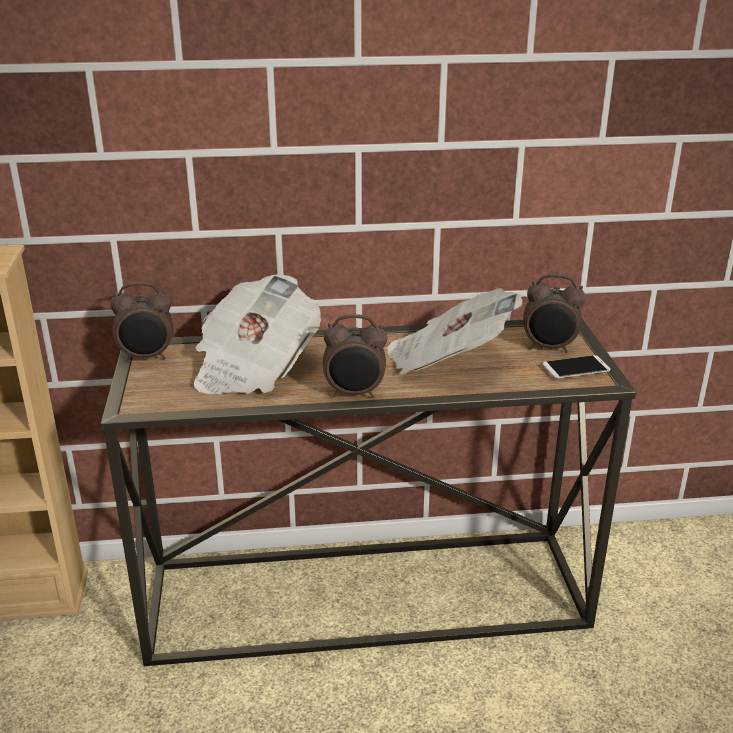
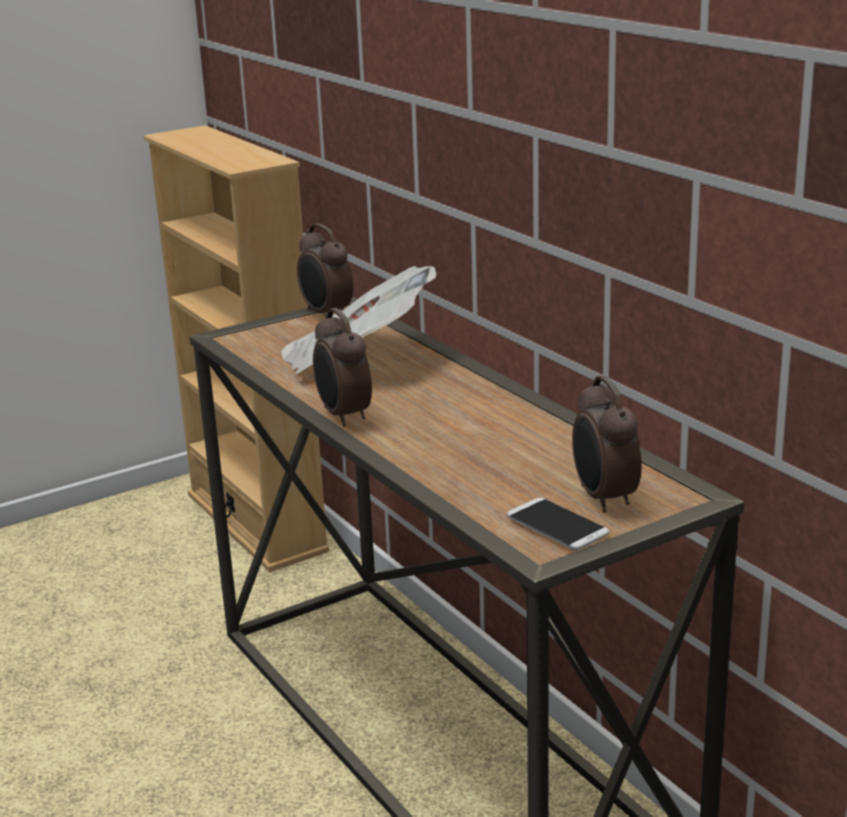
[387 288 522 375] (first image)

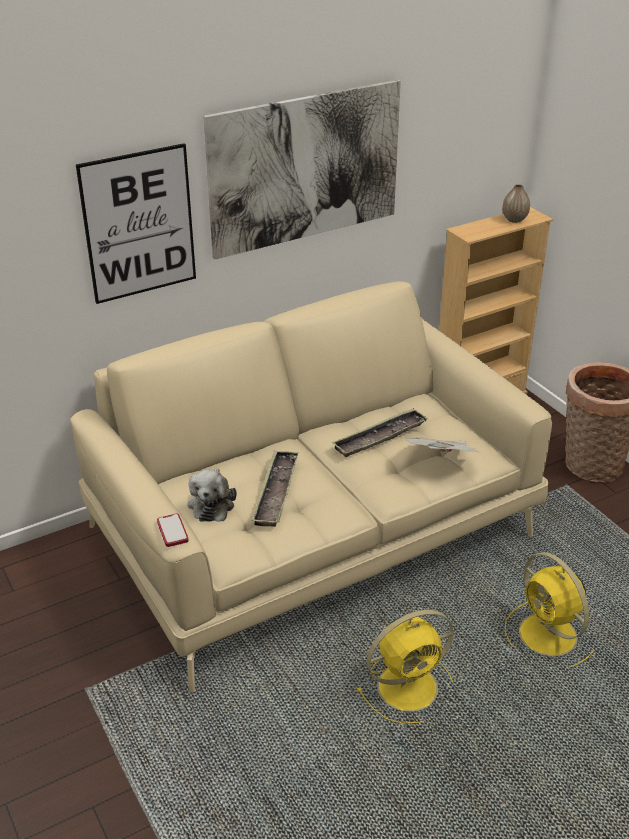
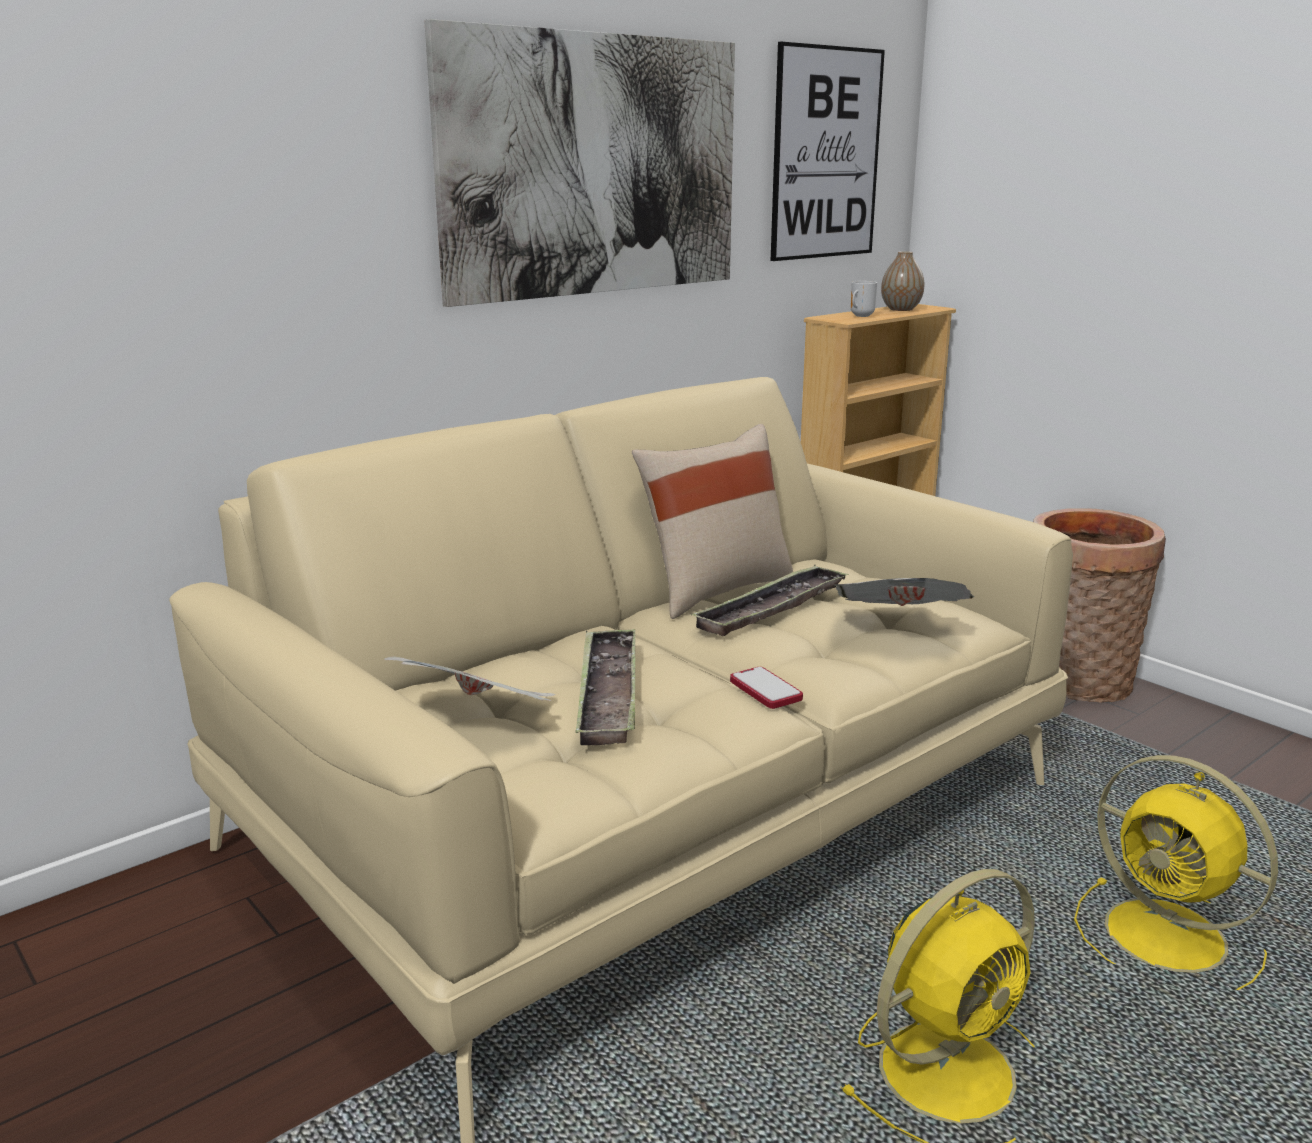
[771 42 885 261]
[730 667 803 709]
[384 656 556 701]
[632 424 793 619]
[851 281 877 317]

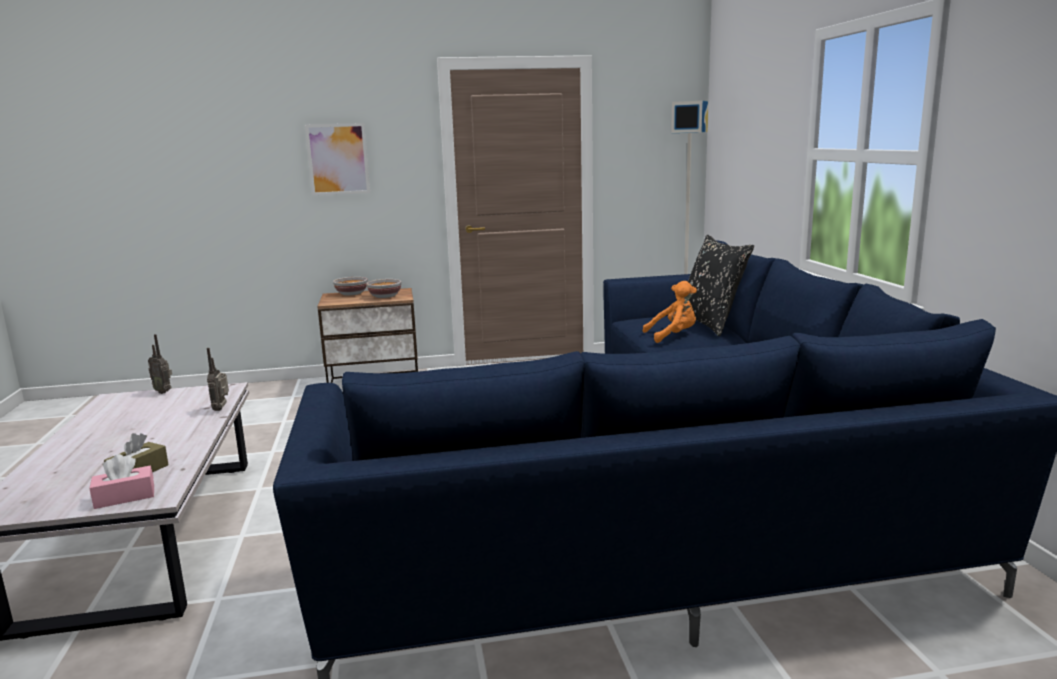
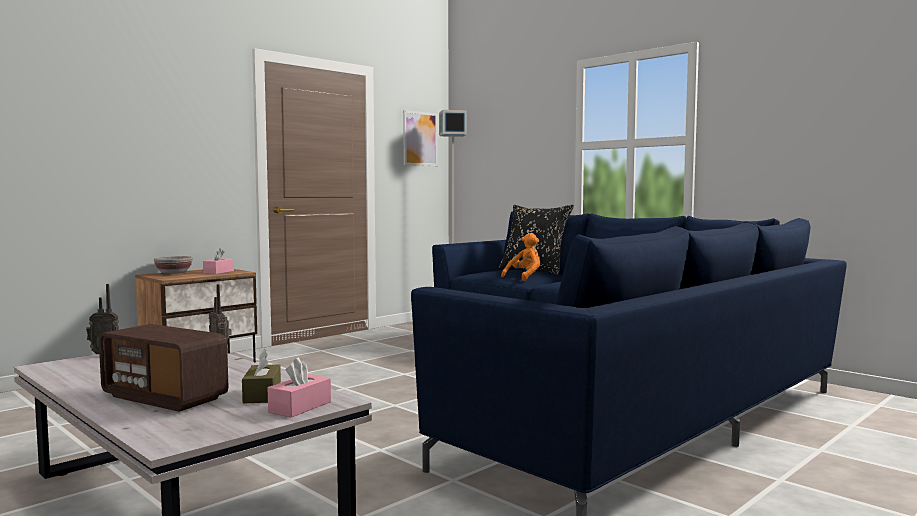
[403 110 438 166]
[203 248 234 274]
[99 324 228 412]

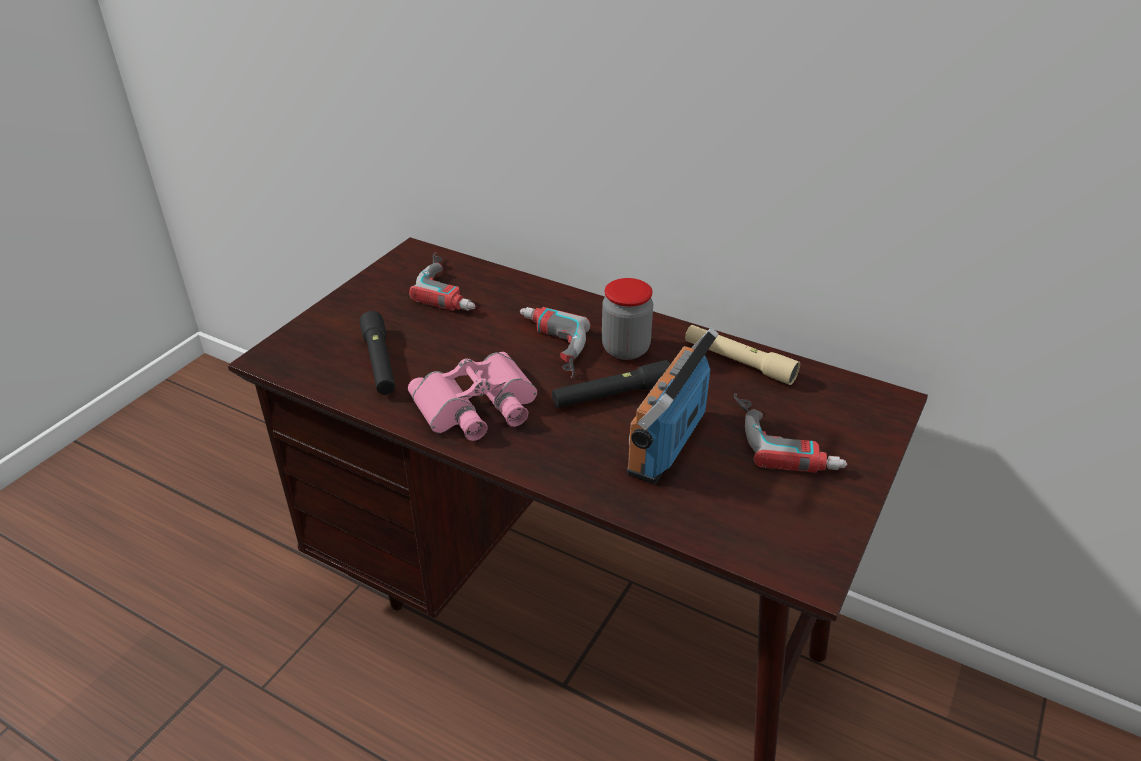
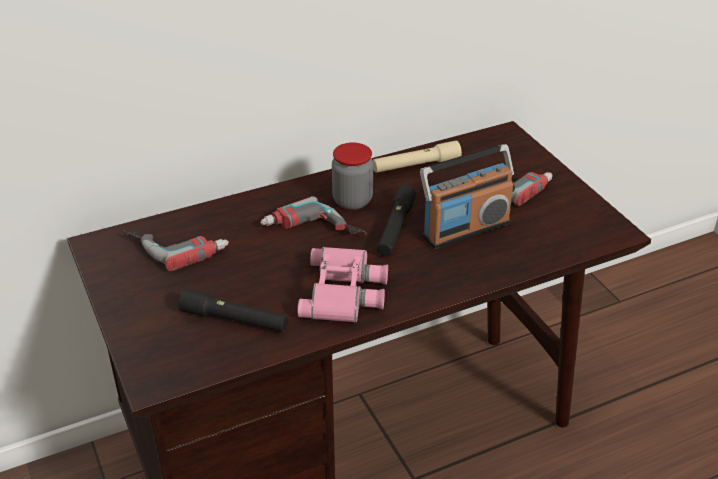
[420 144 515 249]

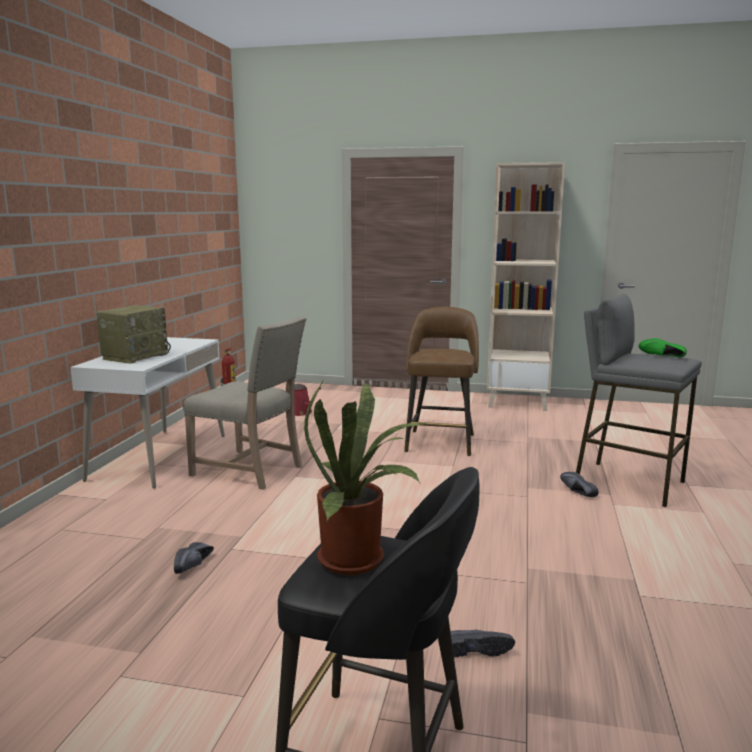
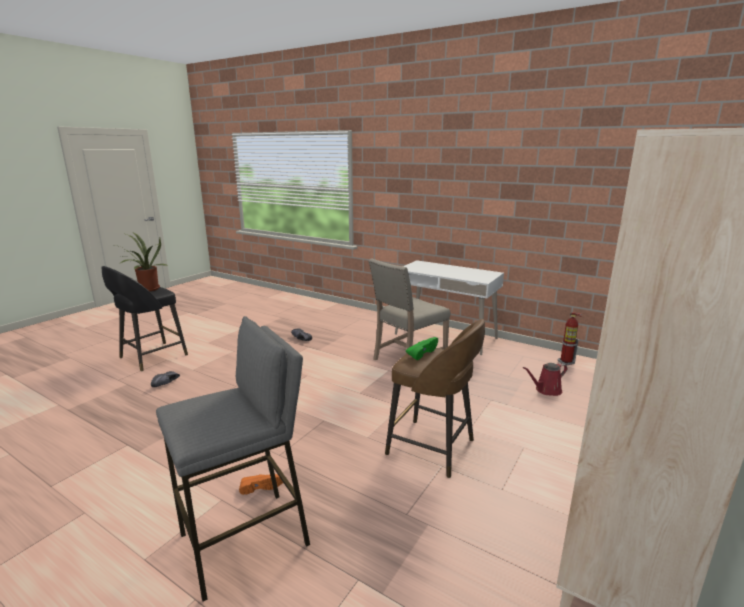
[97 305 171 364] (first image)
[239 474 283 495]
[406 337 438 360]

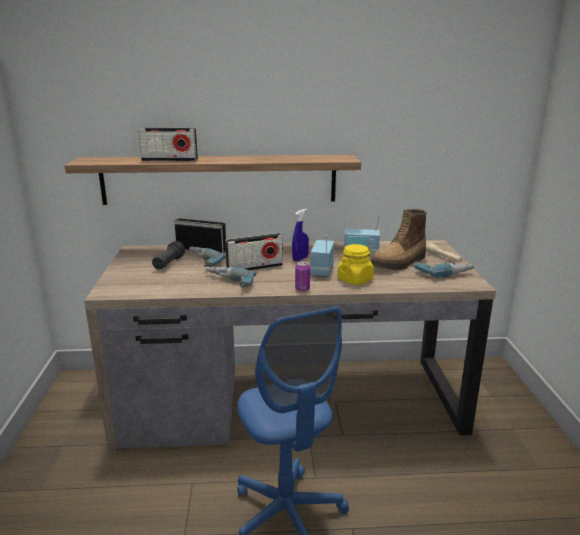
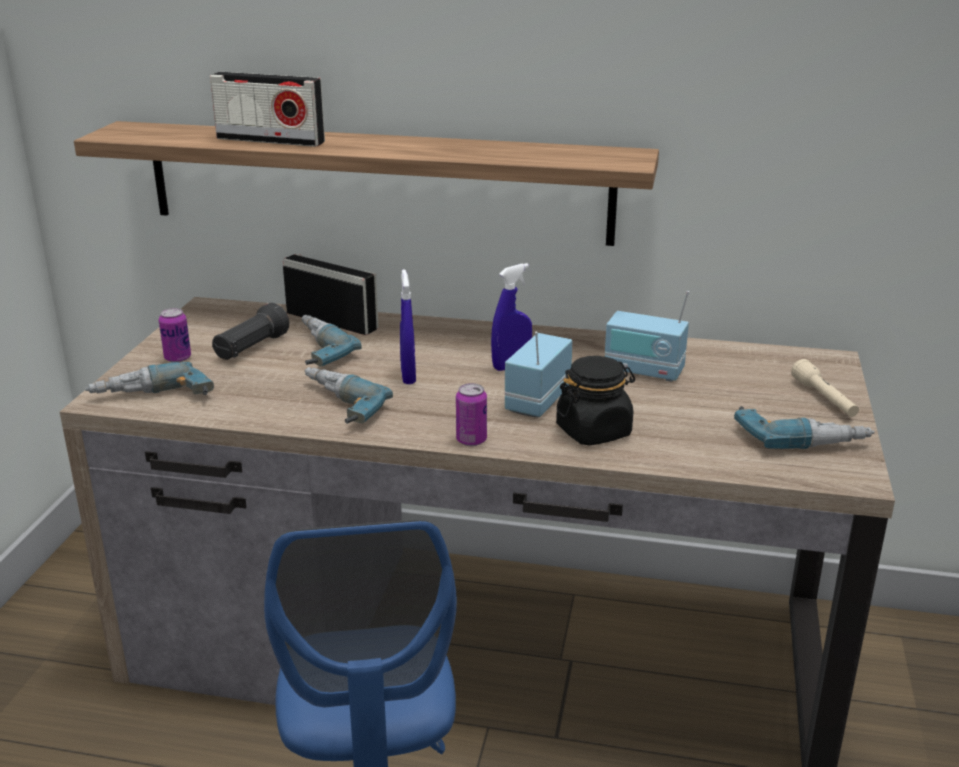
[400 269 416 384]
[556 356 635 445]
[371 209 427 270] (first image)
[85 362 214 395]
[159 308 191 362]

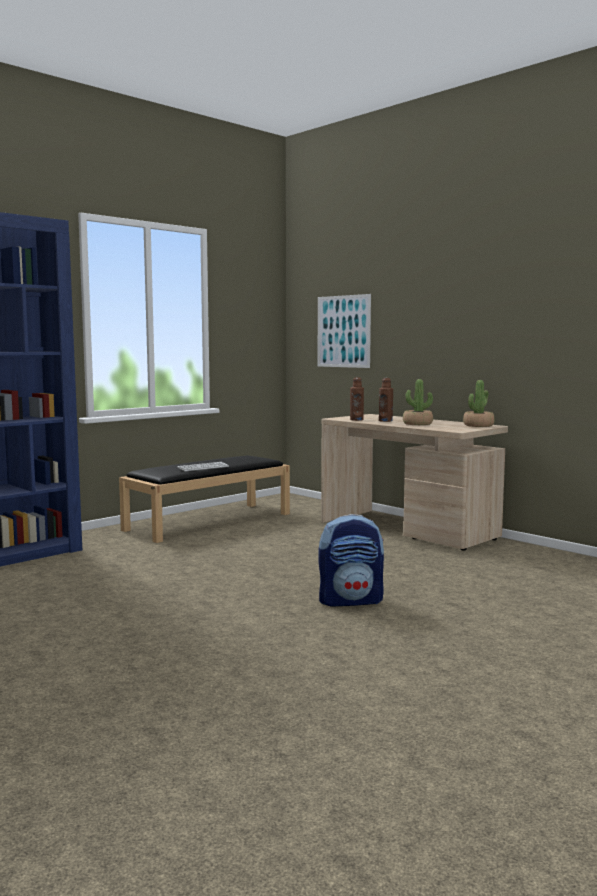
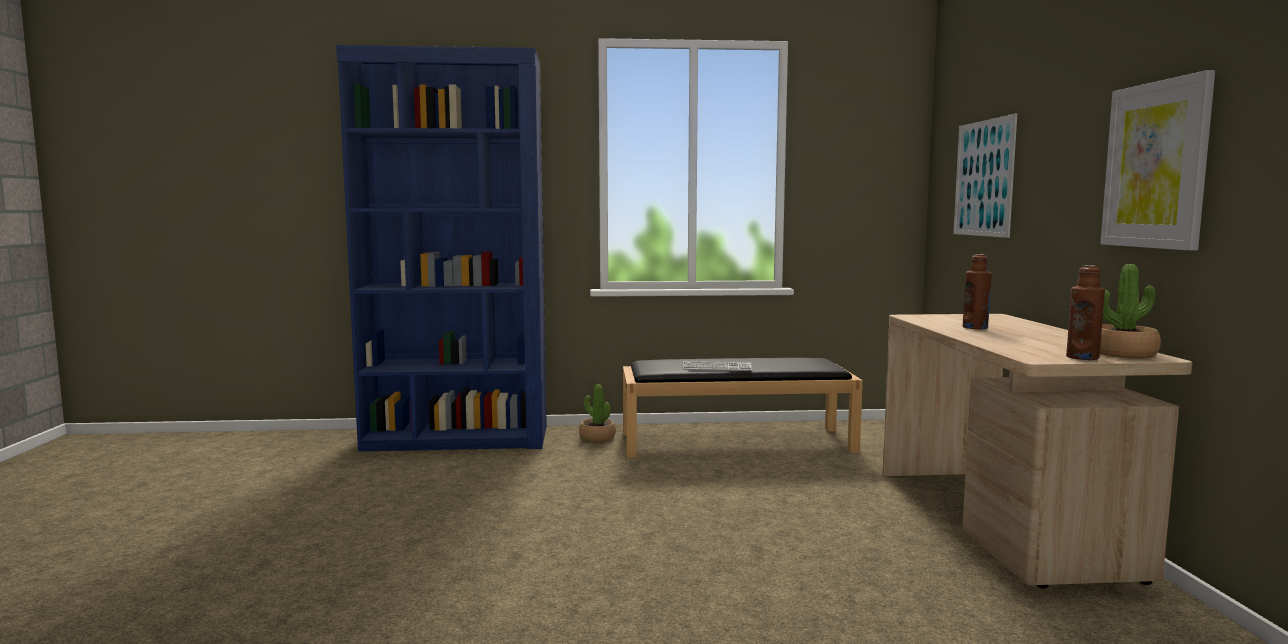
[318 514 384 606] (first image)
[1066 265 1105 360]
[579 384 616 442]
[1100 70 1215 251]

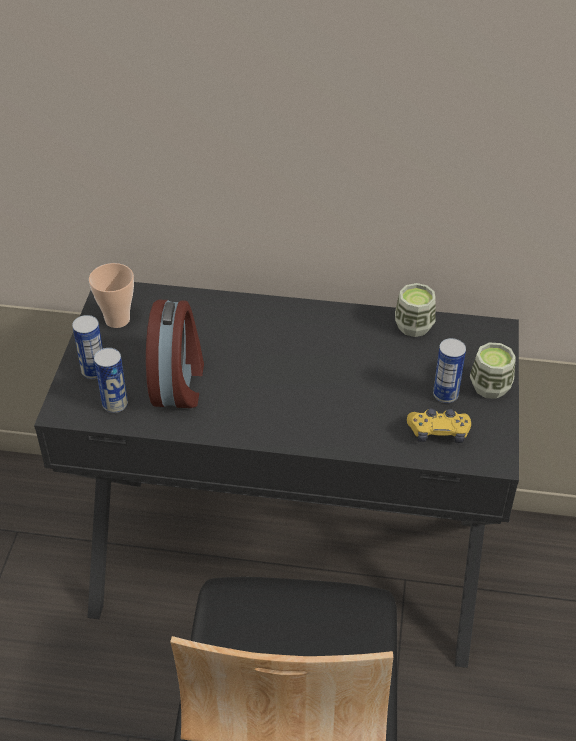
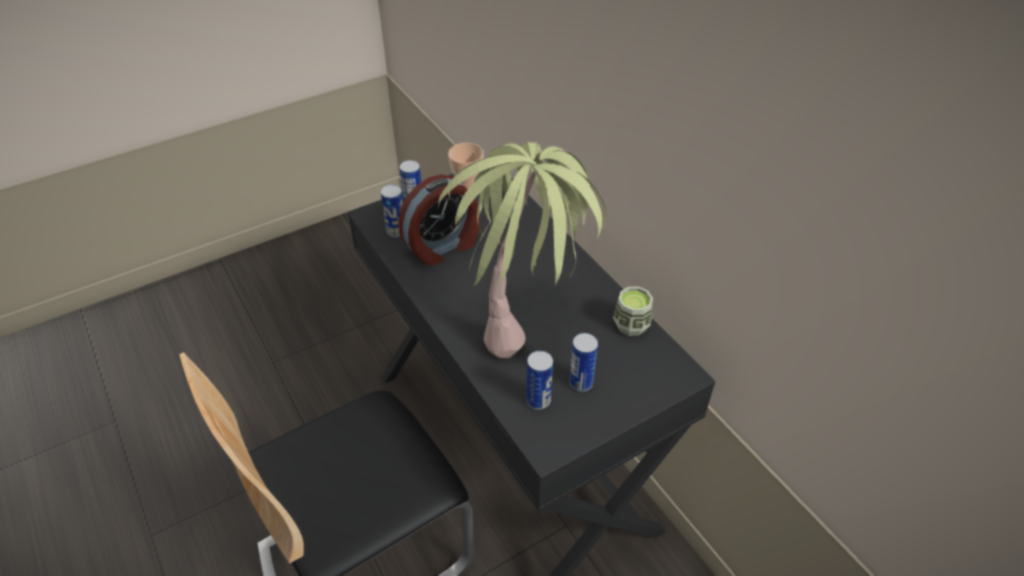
[527 351 553 410]
[470 342 516 399] (first image)
[439 142 607 358]

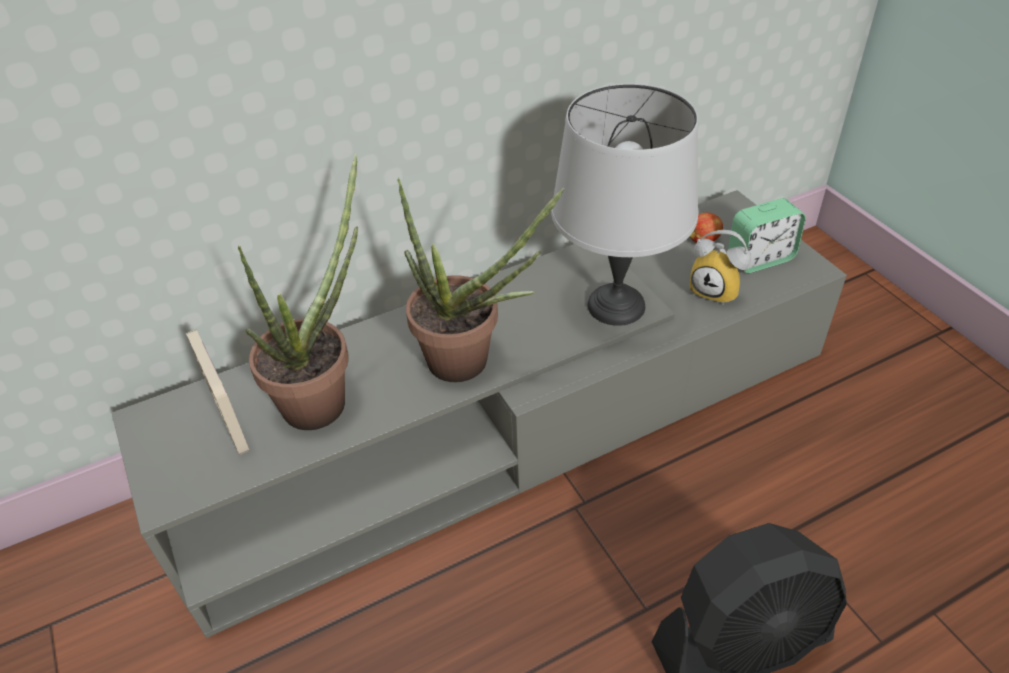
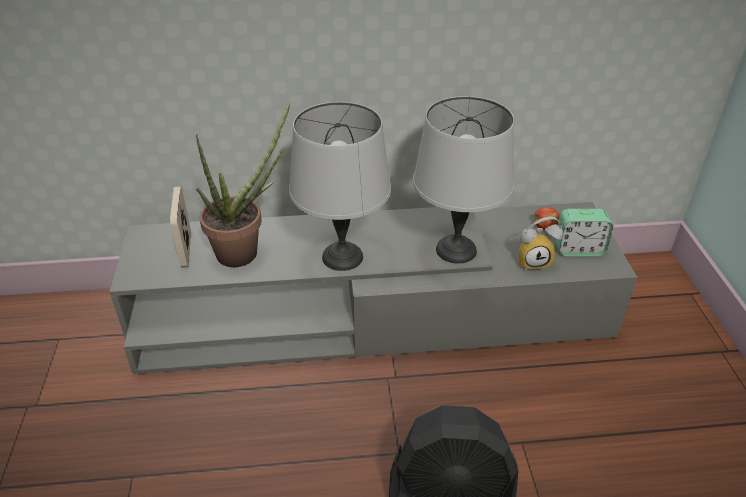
[289 102 391 271]
[518 216 563 270]

